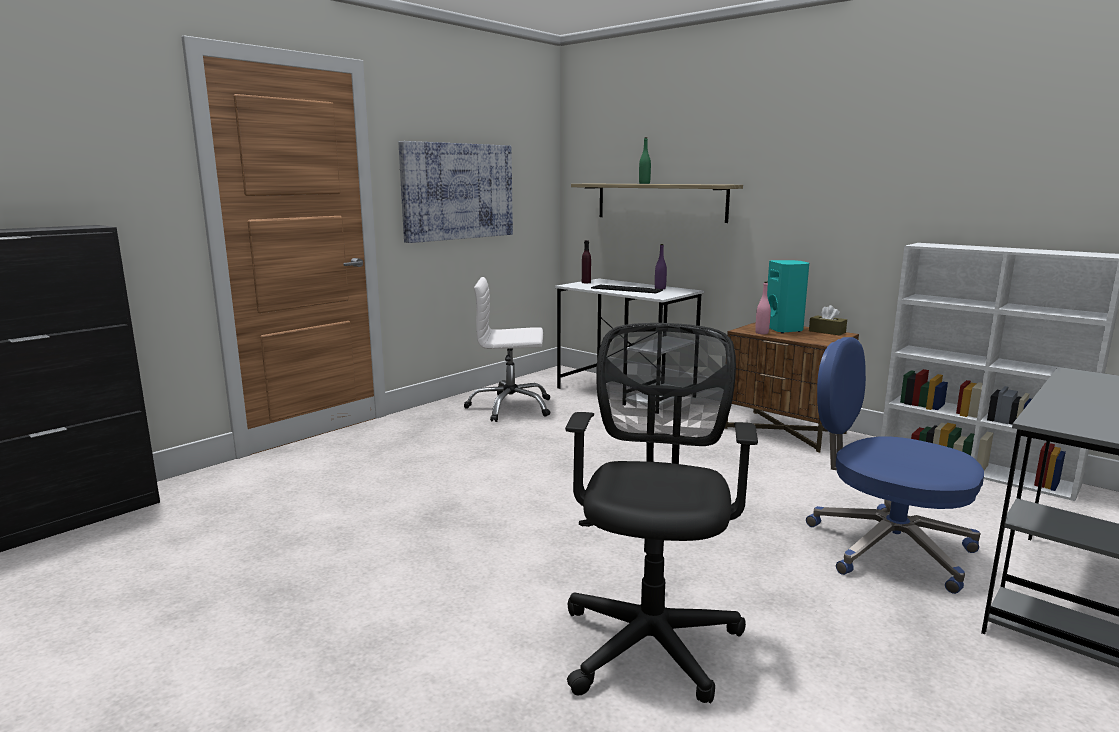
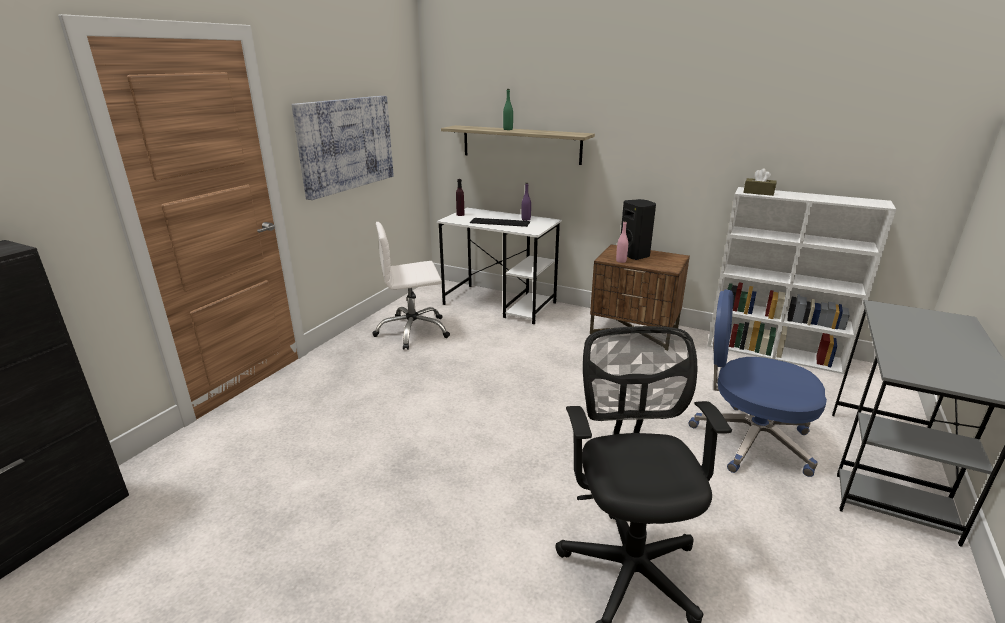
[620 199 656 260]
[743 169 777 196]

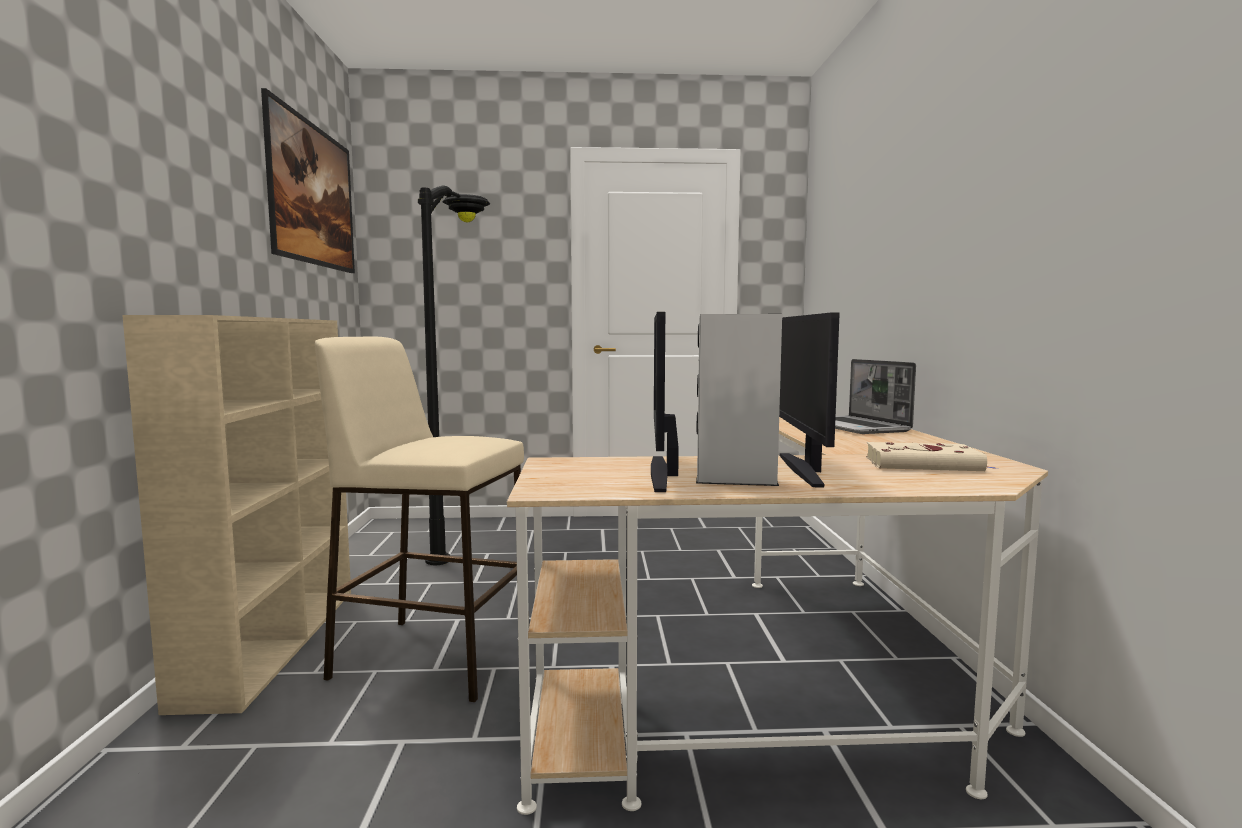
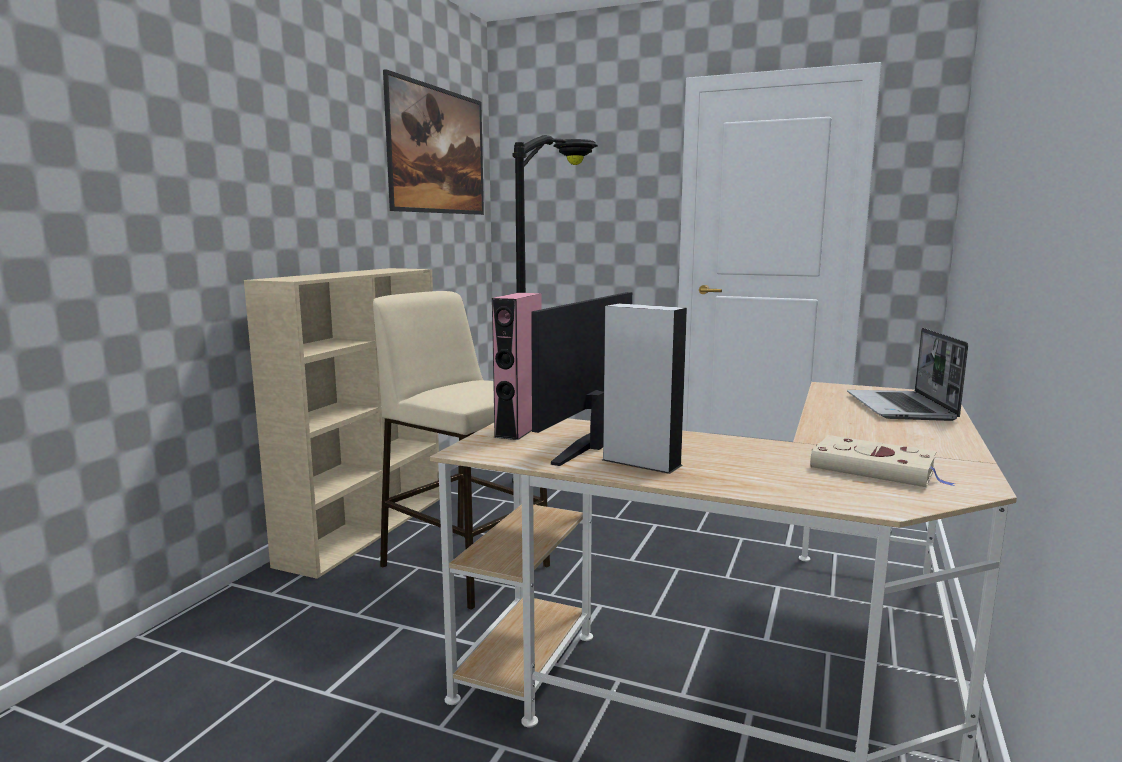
[779 312 840 487] (first image)
[492 293 542 440]

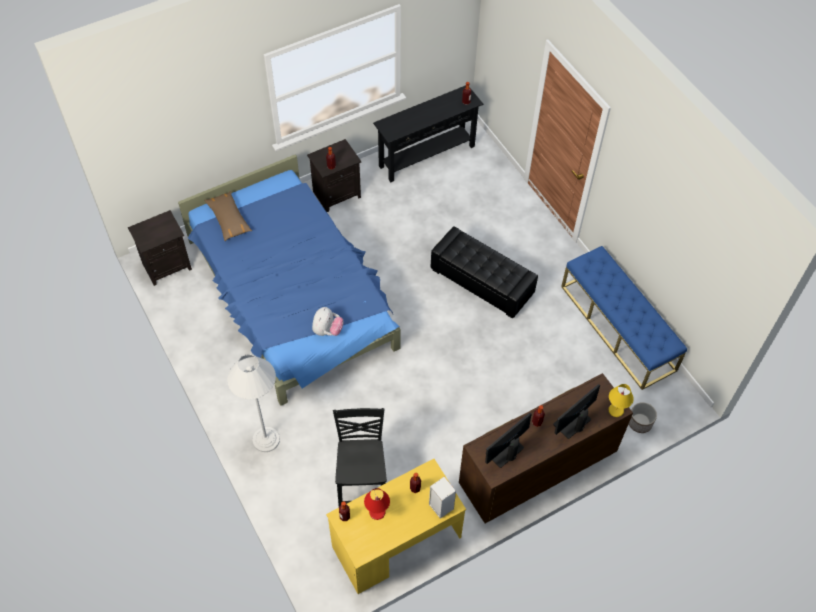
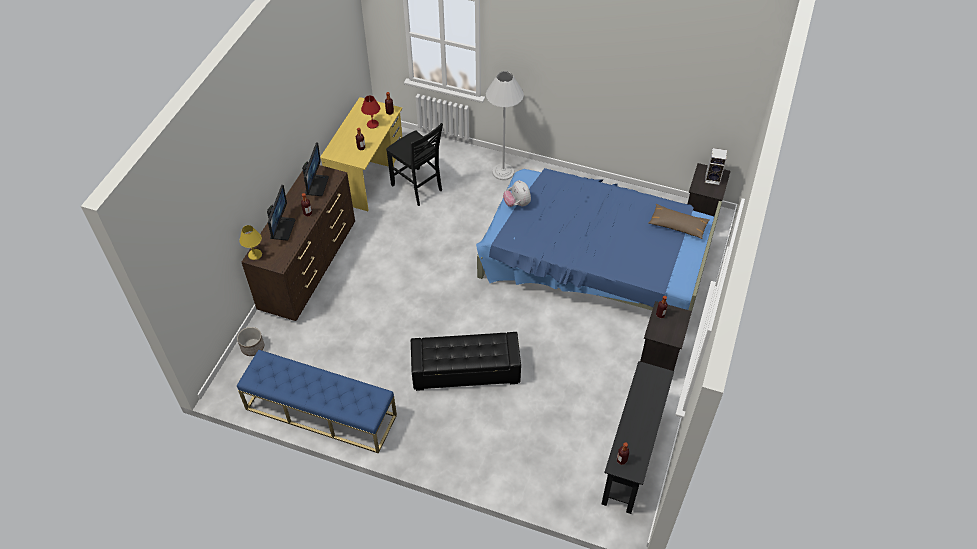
[705 148 727 185]

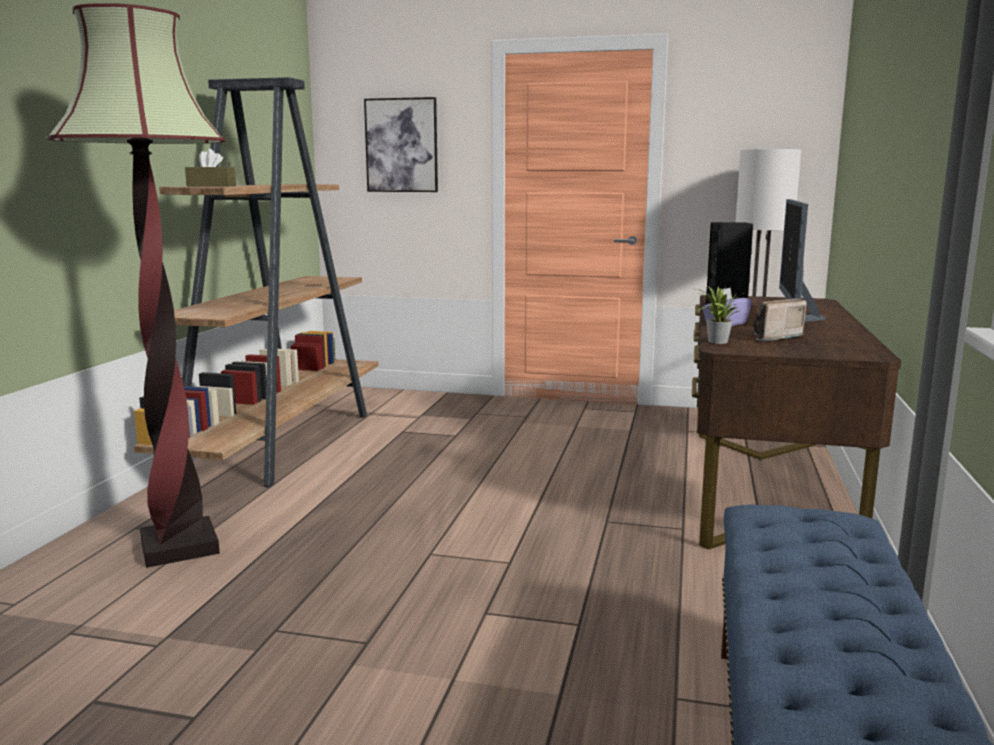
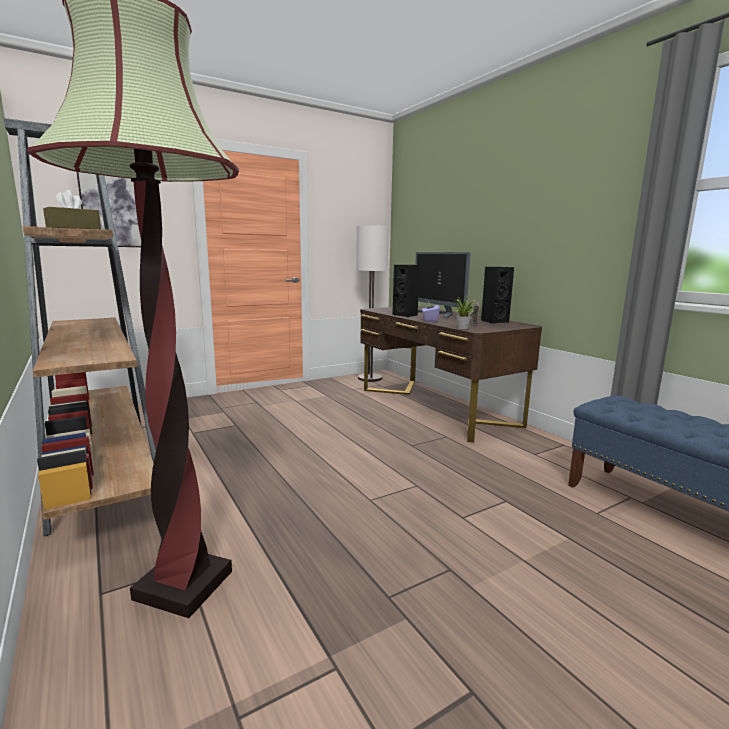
[481 267 514 324]

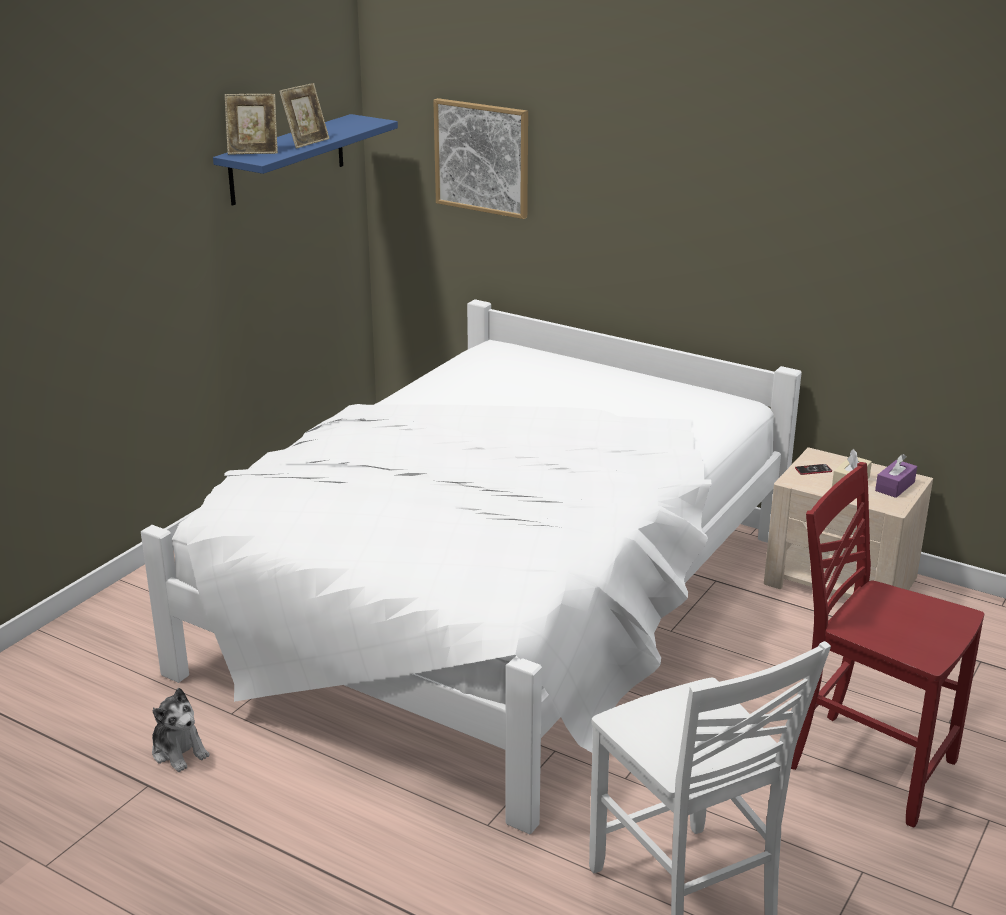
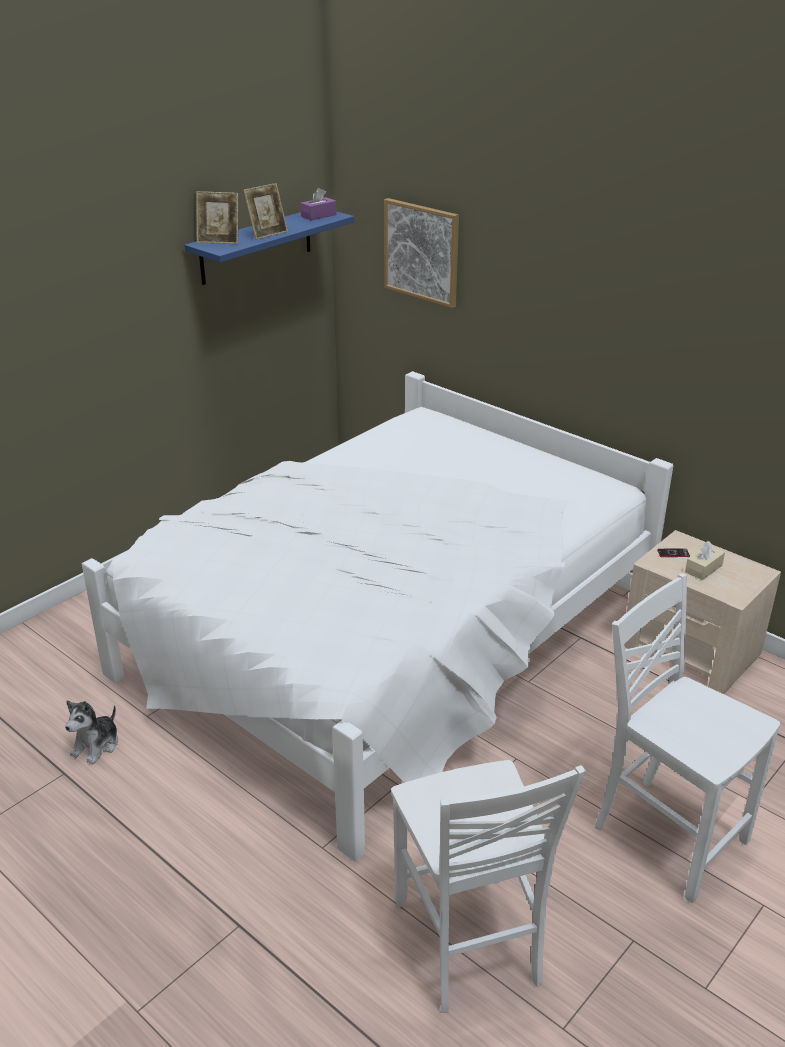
[65 701 118 764]
[595 573 780 903]
[300 188 337 220]

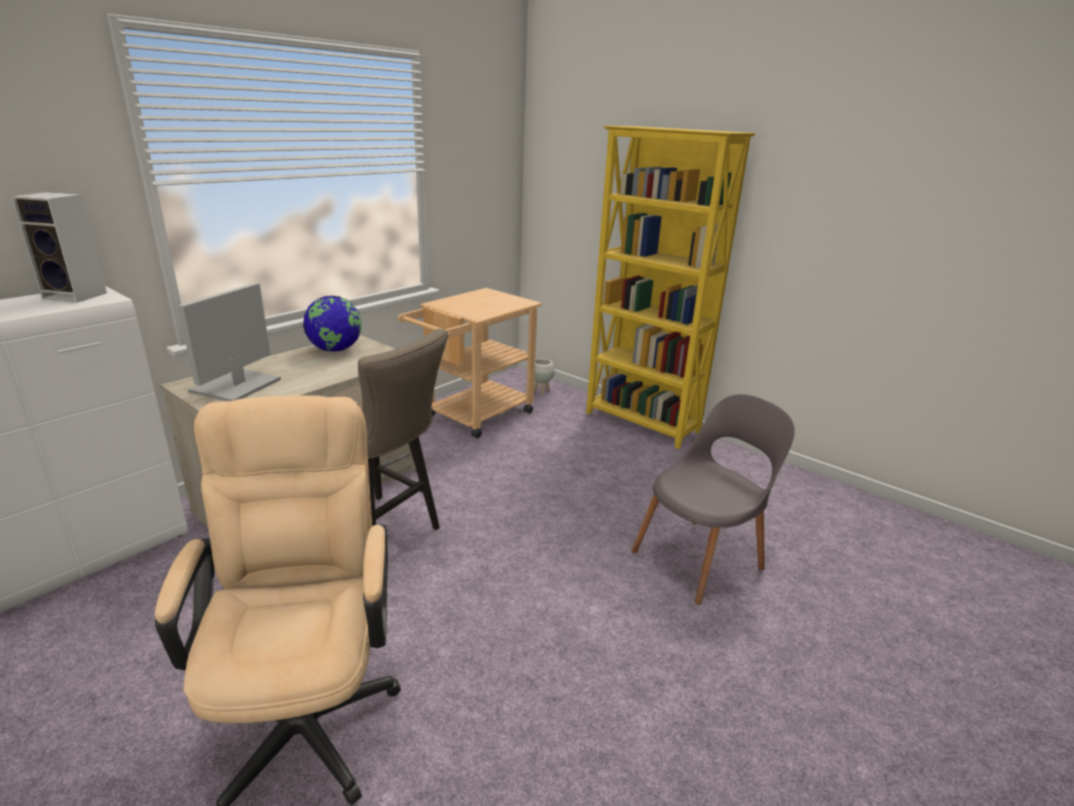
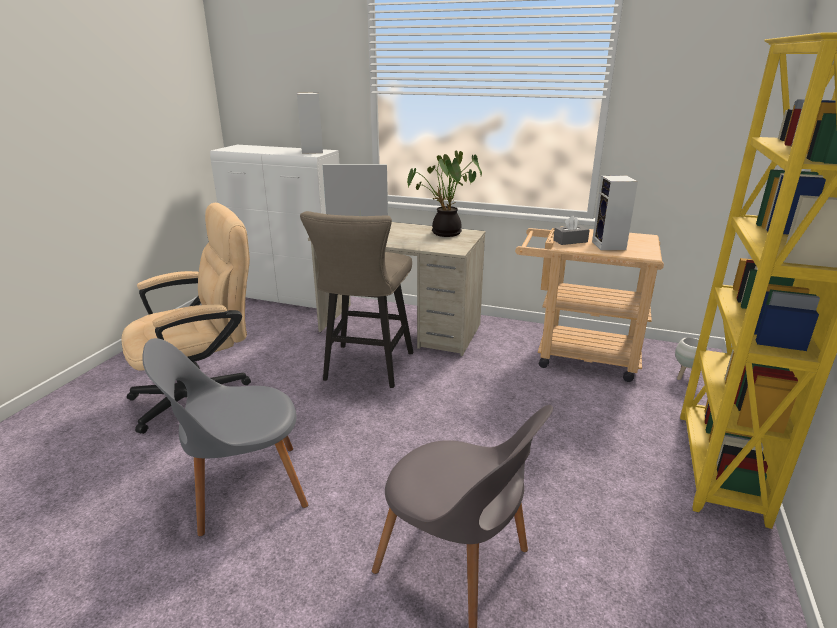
[407 150 482 237]
[142 338 308 536]
[553 216 589 245]
[592 176 638 251]

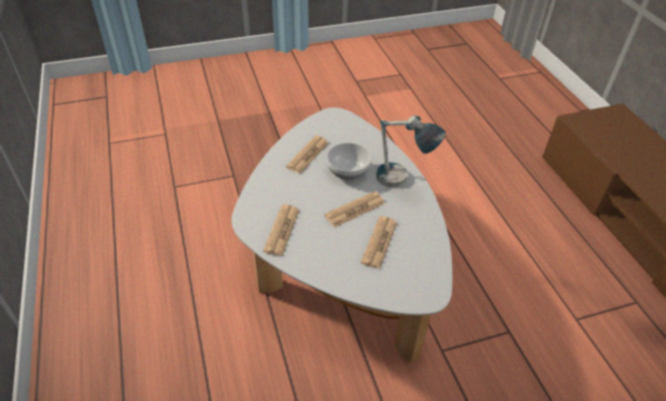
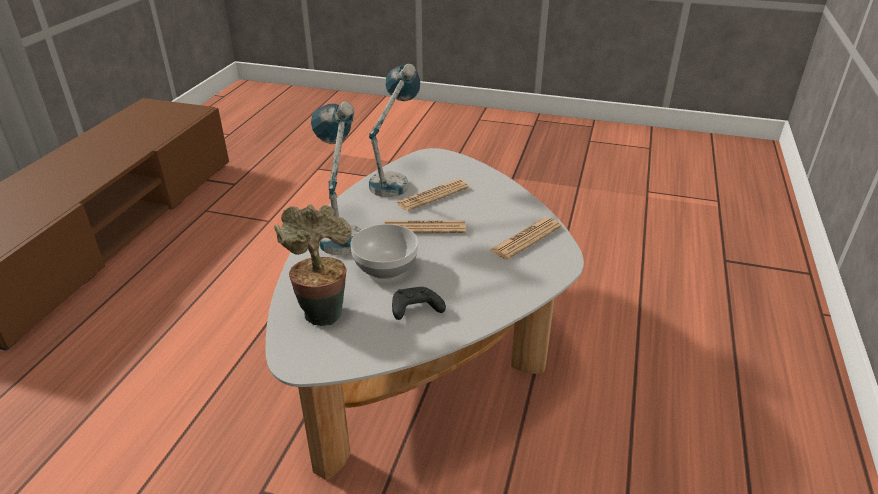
[392 287 446 320]
[274 204 352 326]
[369 64 420 197]

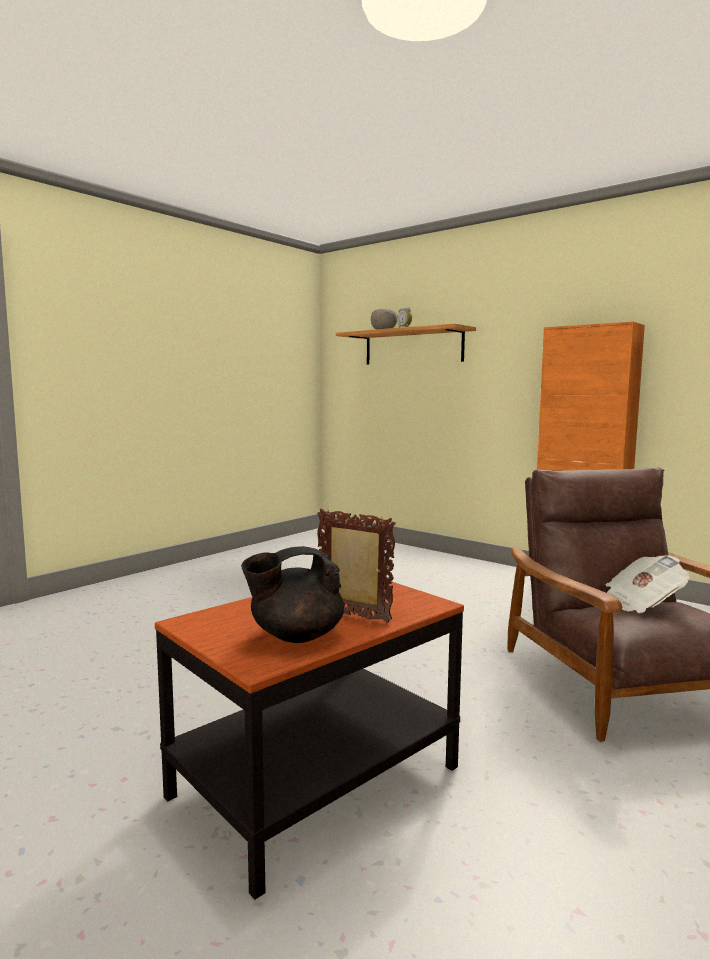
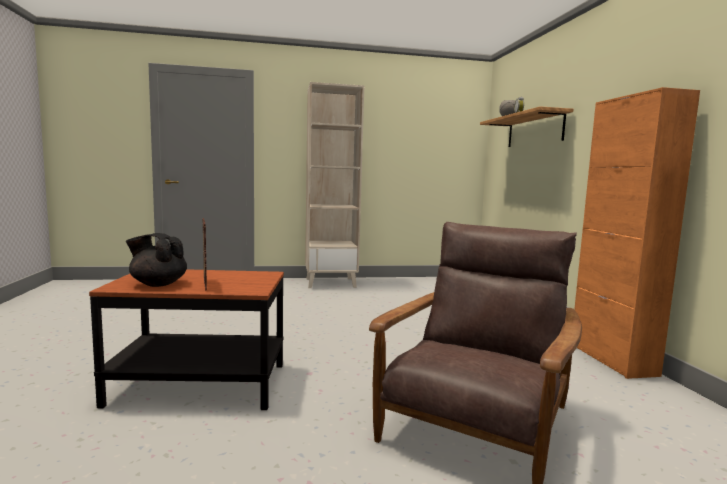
[606 555 690 613] (first image)
[305 82 364 288]

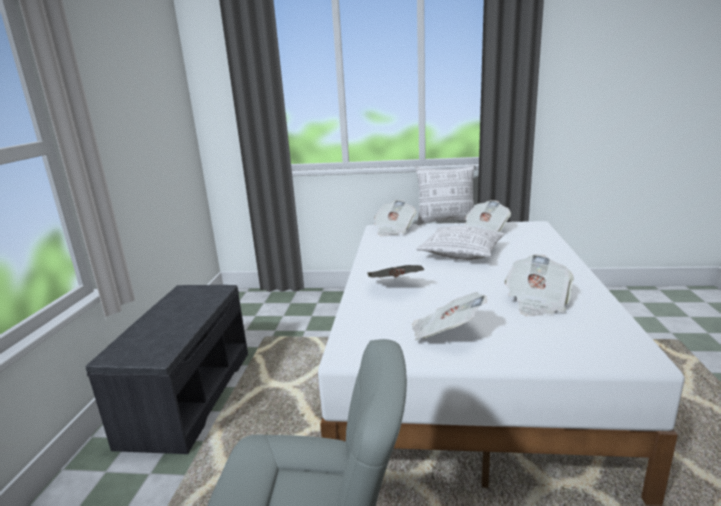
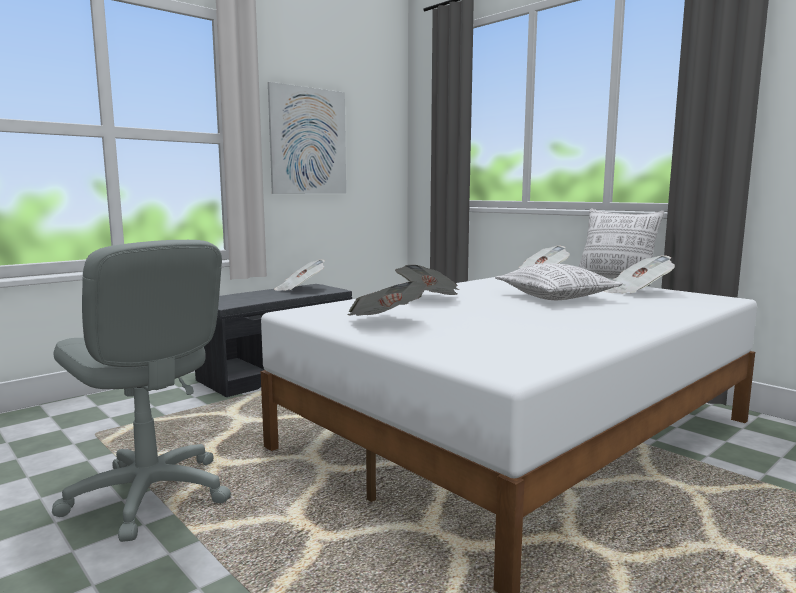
[274 259 325 291]
[268 82 346 194]

